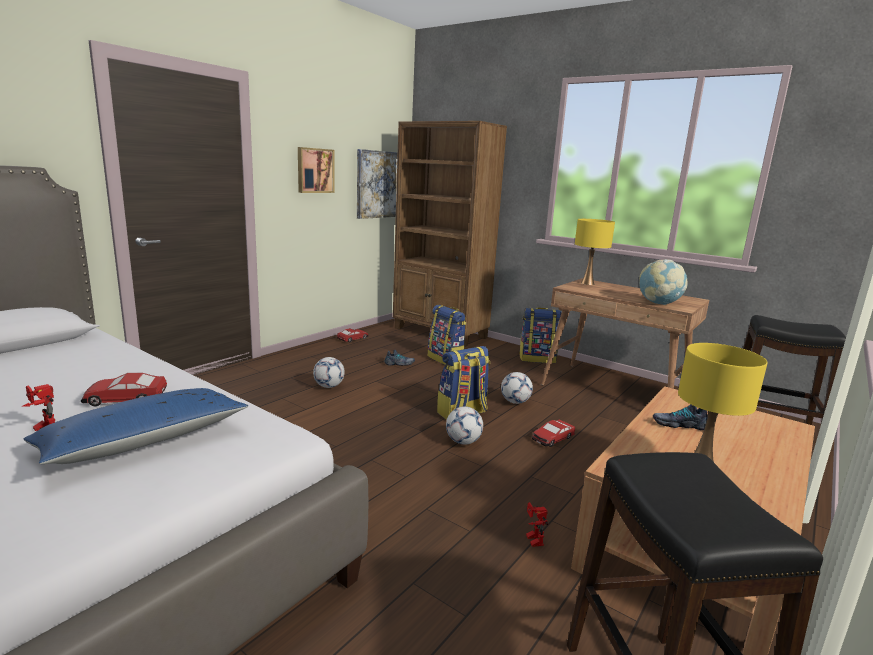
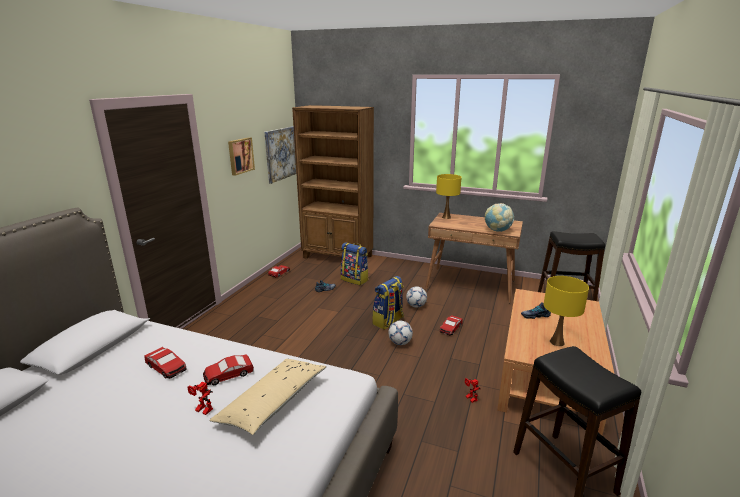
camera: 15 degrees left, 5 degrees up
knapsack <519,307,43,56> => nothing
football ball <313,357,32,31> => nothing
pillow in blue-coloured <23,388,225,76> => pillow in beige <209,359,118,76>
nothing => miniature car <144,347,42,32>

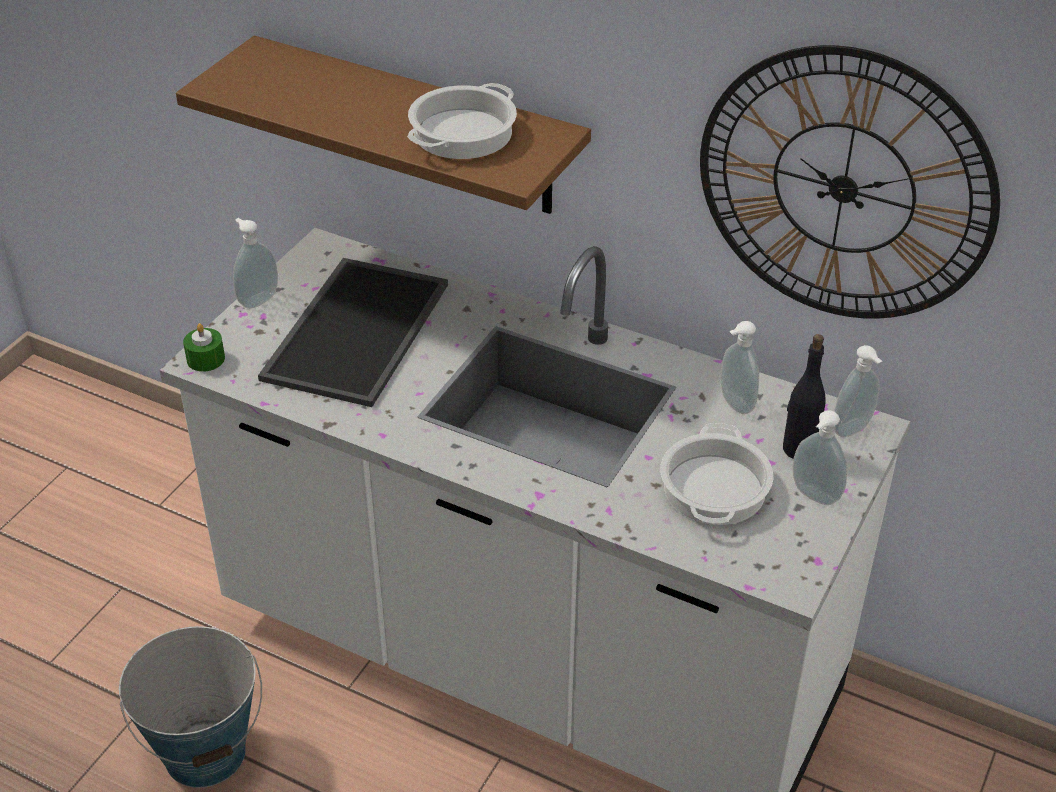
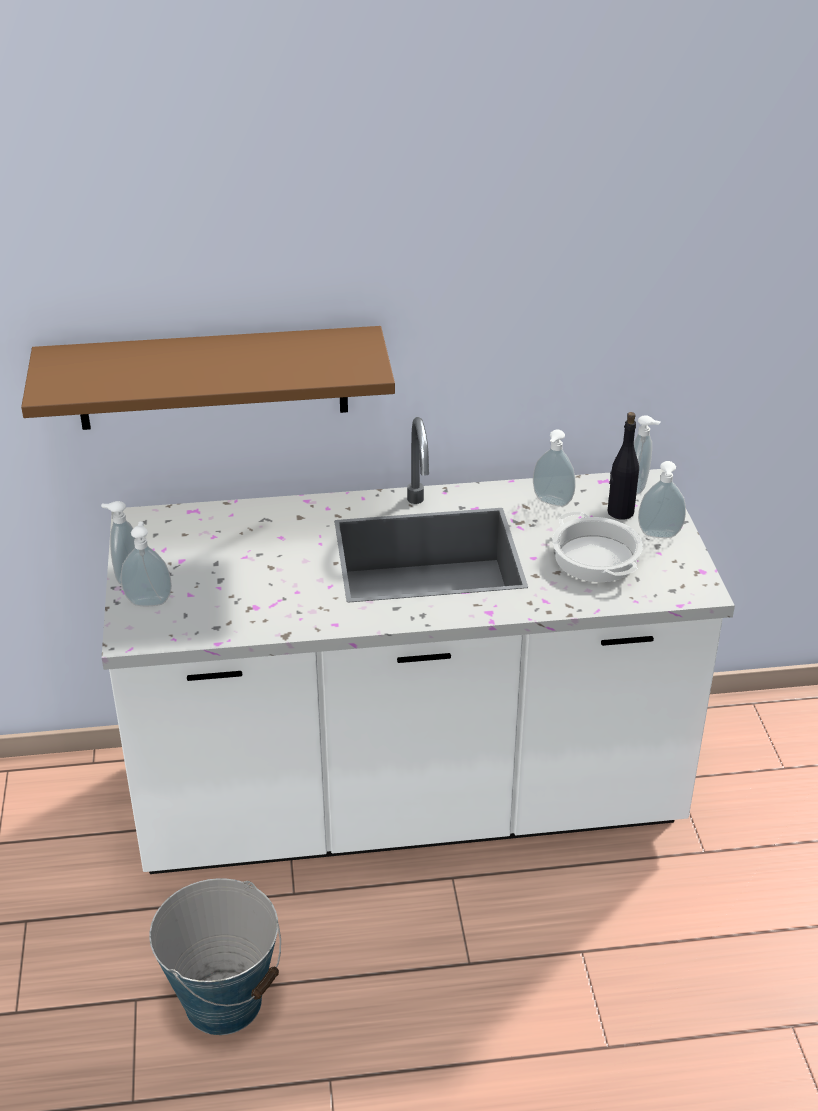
camera: 35 degrees left, 5 degrees down
hanging clock <700,45,300,274> => nothing
cooking pot <407,83,110,76> => nothing
carrying tray <258,258,190,149> => nothing
candle in green-coloured <183,323,42,49> => nothing
nothing => liquid soap bottle <121,521,51,85>

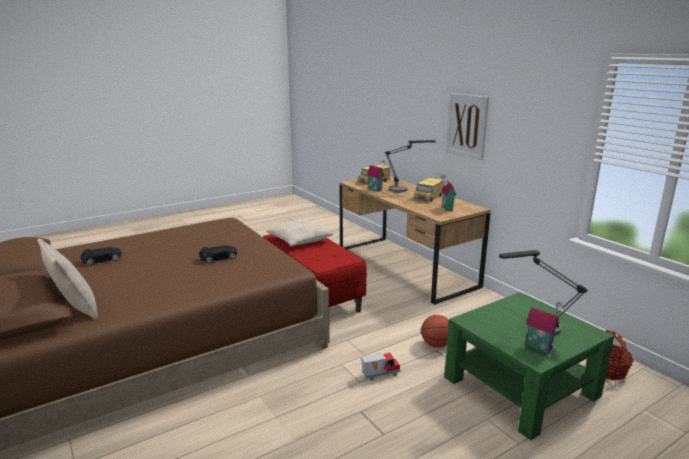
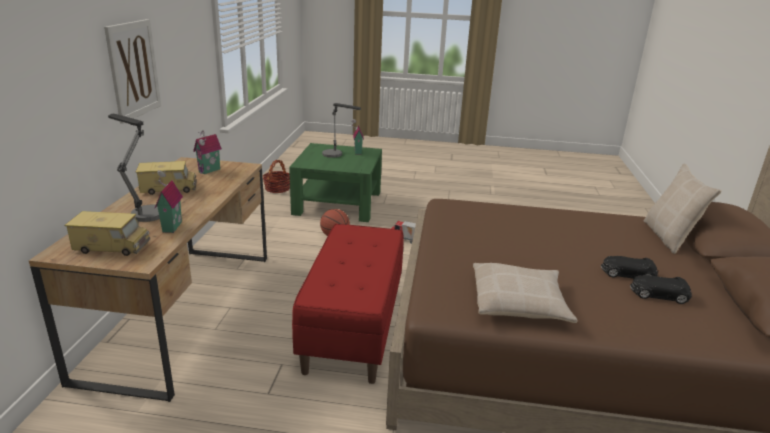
camera: 140 degrees left, 5 degrees up
pillow in beige <267,220,66,26> => pillow in beige <473,263,104,60>, shifted
miniature car in black-coloured <199,245,39,18> => miniature car in black-coloured <601,256,57,23>, shifted

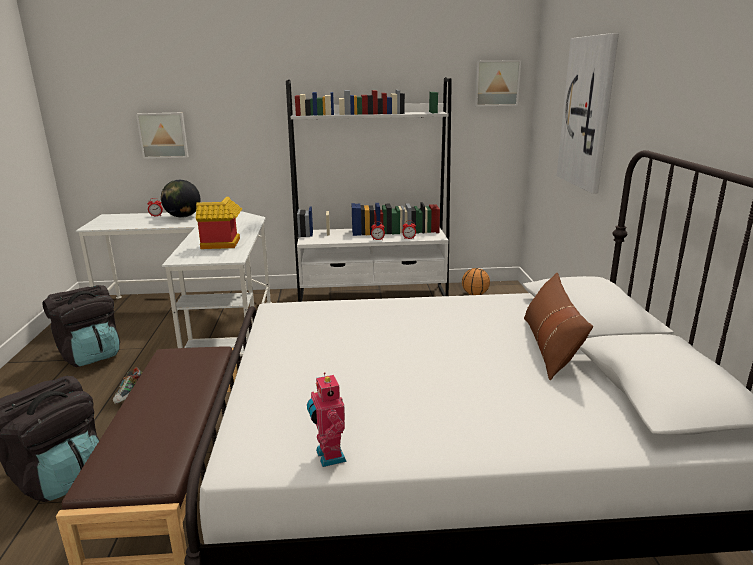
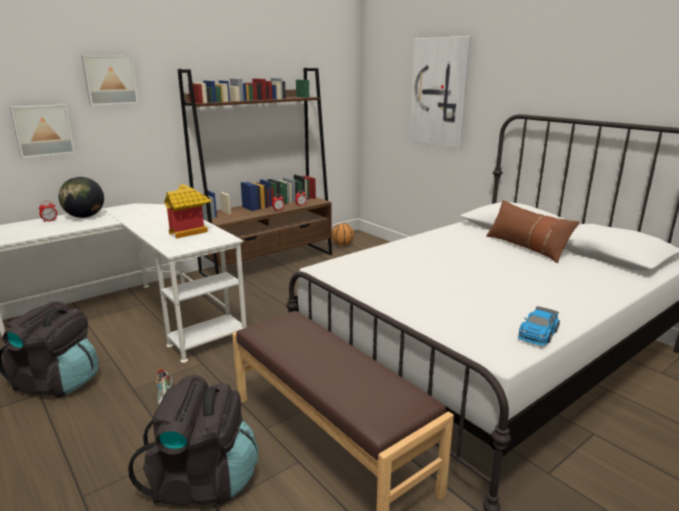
camera: 35 degrees left, 0 degrees up
wall art <474,60,47,46> => wall art <81,55,58,51>, shifted
bookcase in white-coloured <286,78,166,224> => bookcase in brown-coloured <178,68,154,209>
toy robot <307,372,40,95> => miniature car <518,306,42,40>

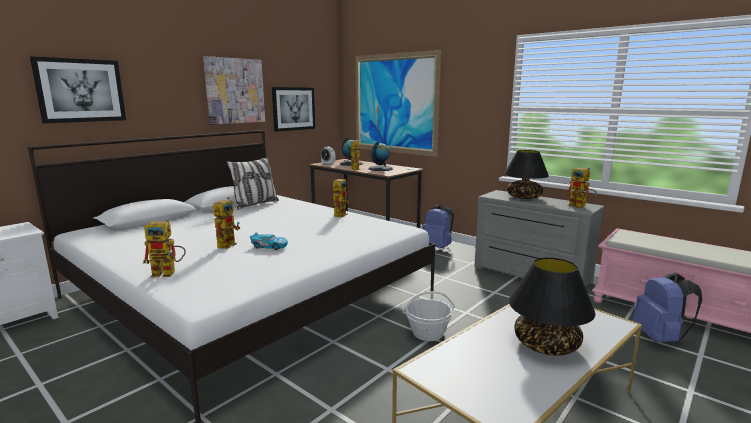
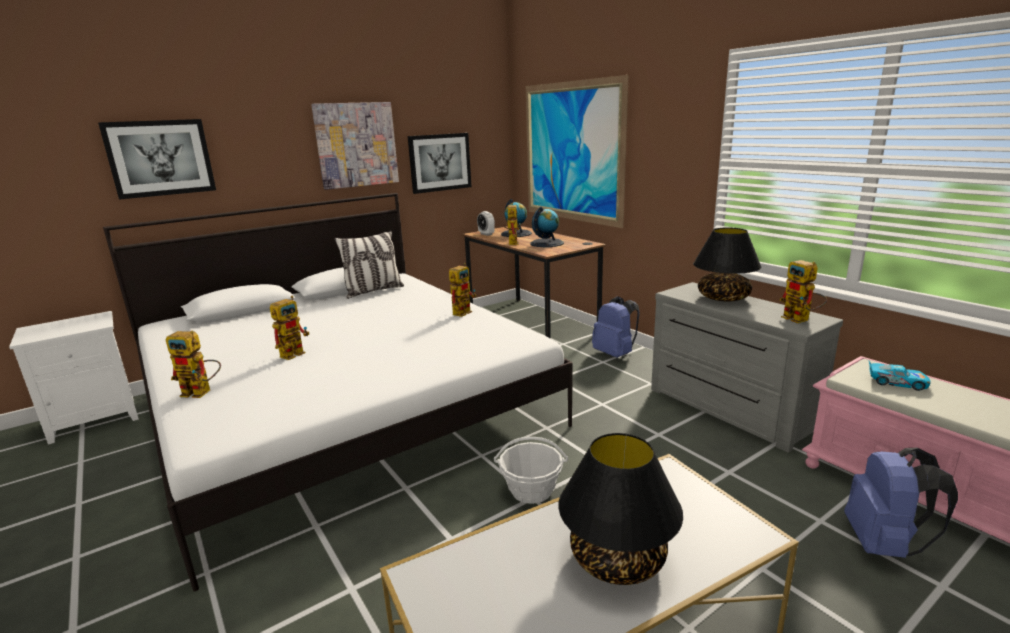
camera: 15 degrees right, 5 degrees up
miniature car <250,233,38,17> => miniature car <868,360,63,31>, shifted

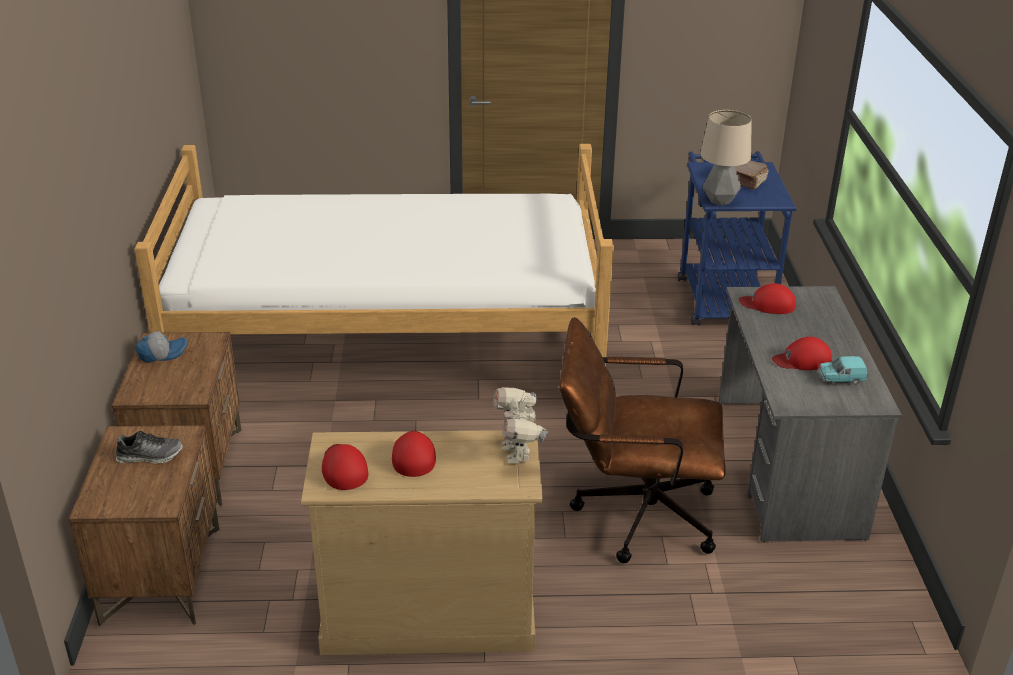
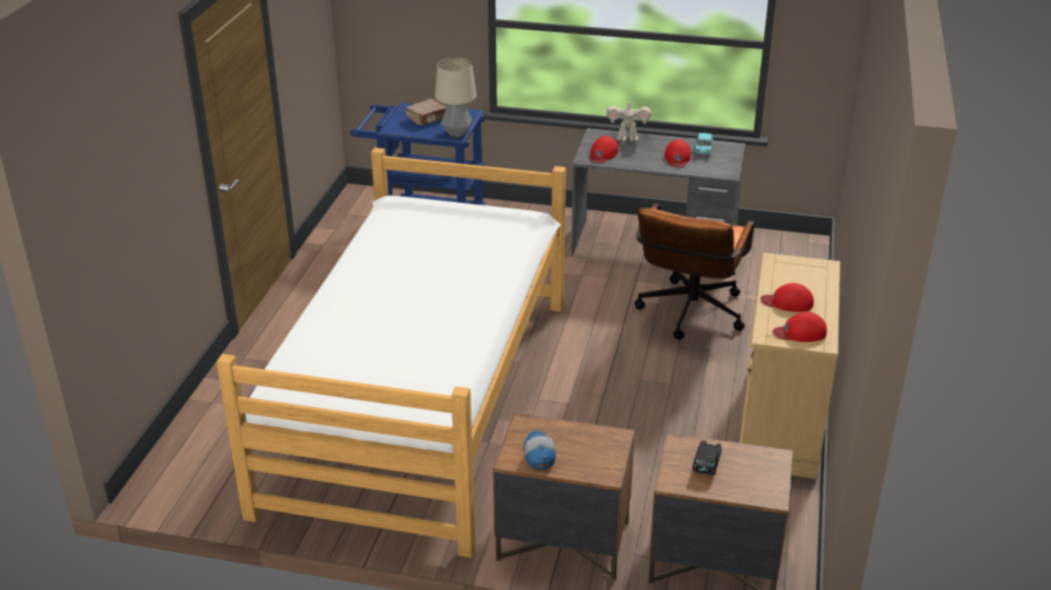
camera: 75 degrees left, 0 degrees up
toy robot <493,387,56,77> => toy robot <606,102,45,39>, shifted
shoe <116,431,67,33> => miniature car in black-coloured <692,440,30,35>

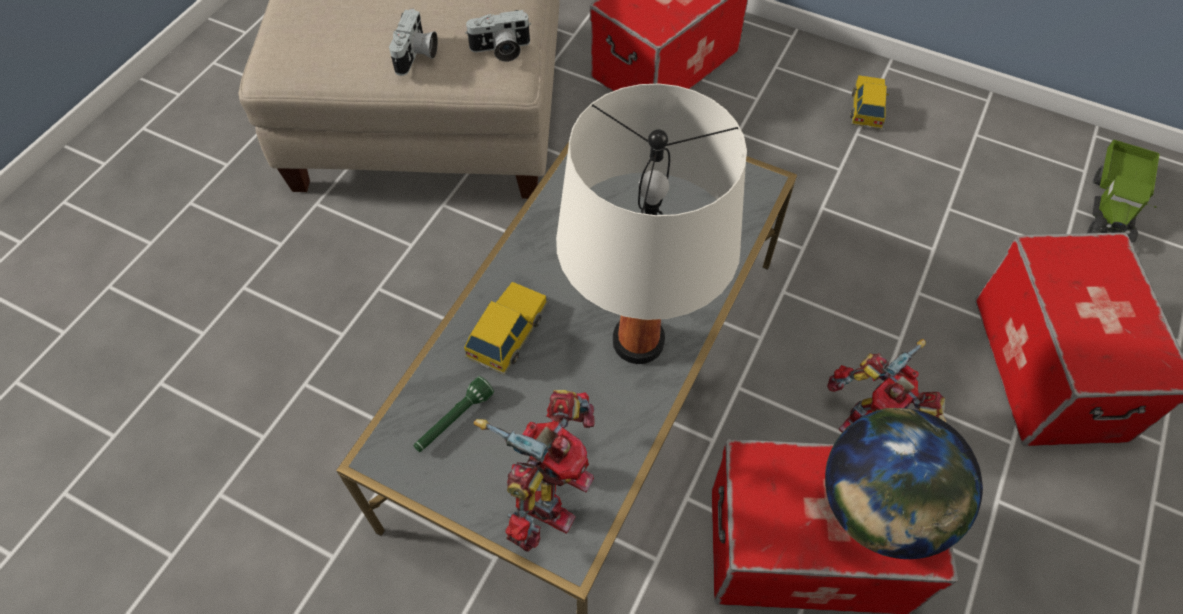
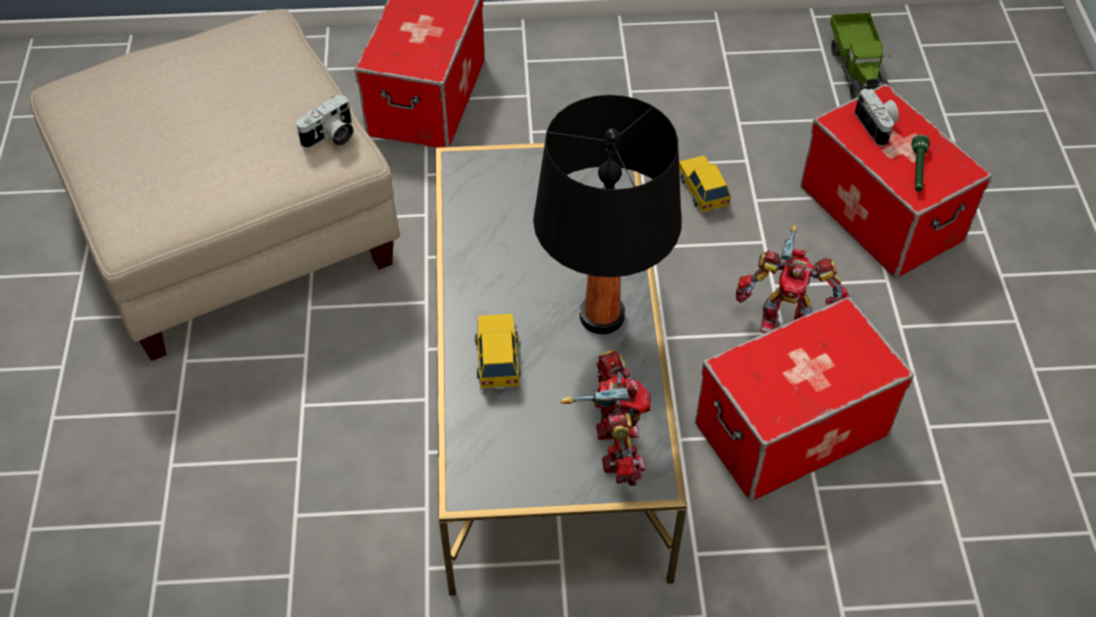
camera: 30 degrees left, 5 degrees down
photo camera <389,9,49,67> => photo camera <855,89,44,58>, shifted
miniature car <850,75,39,54> => miniature car <679,155,52,58>, shifted
lamp for a table in white-coloured <556,84,191,280> => lamp for a table in black-coloured <533,95,149,239>
hand torch in green-coloured <414,376,80,76> => hand torch in green-coloured <912,135,18,57>, shifted
globe <825,408,158,151> => nothing

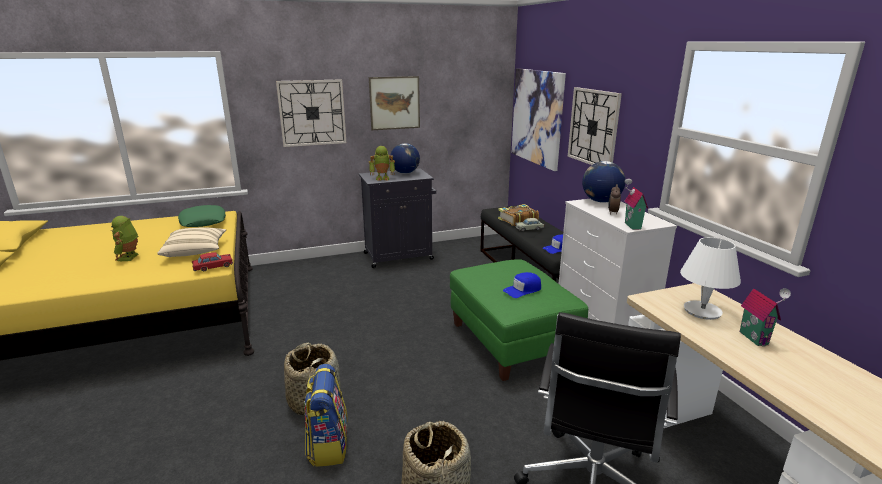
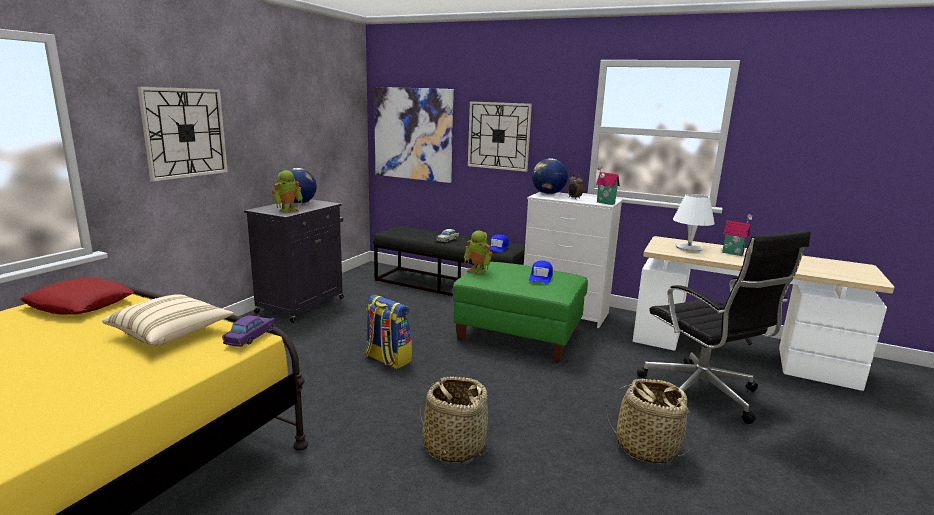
camera: 45 degrees left, 5 degrees down
wall art <369,76,51,54> => nothing
book <498,204,41,22> => nothing
pillow in green-coloured <178,205,48,22> => pillow in reddish <19,278,115,37>
toy robot <111,216,28,45> => toy robot <464,231,29,43>, shifted
miniature car in reddish <192,252,41,19> => miniature car in purple <222,315,53,32>
knapsack <304,364,44,103> => knapsack <366,295,46,74>, shifted

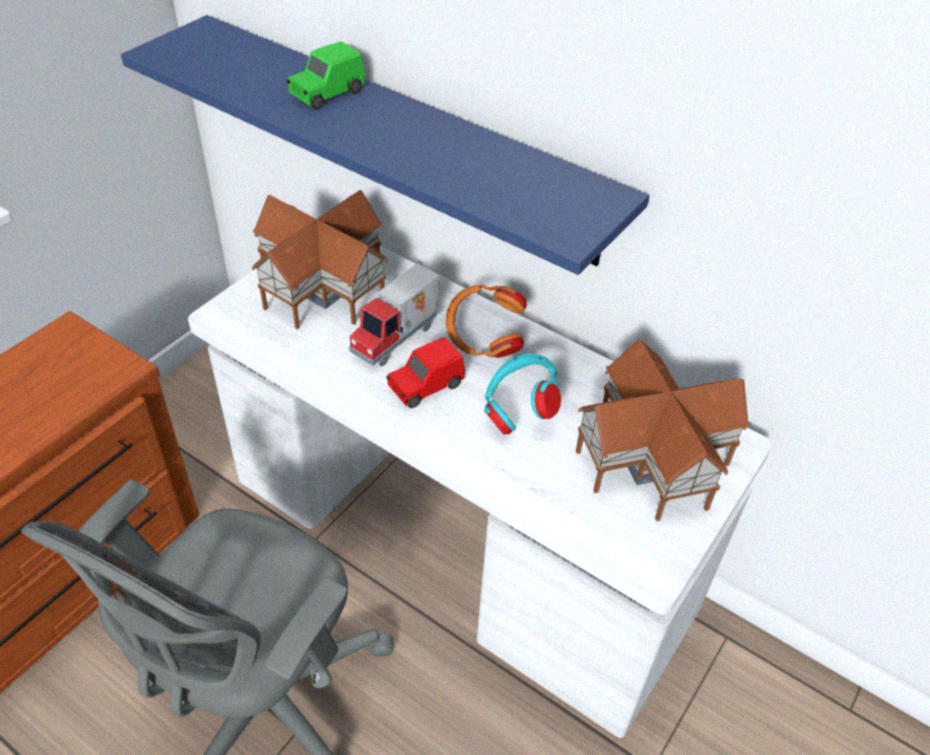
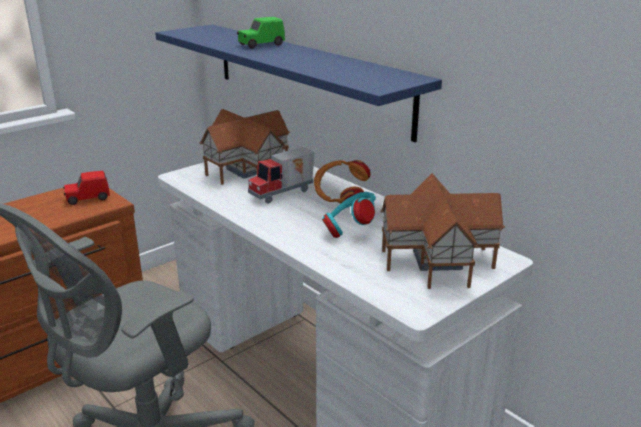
camera: 15 degrees right, 20 degrees down
miniature car in reddish <386,337,79,71> => miniature car in reddish <63,171,47,34>, shifted

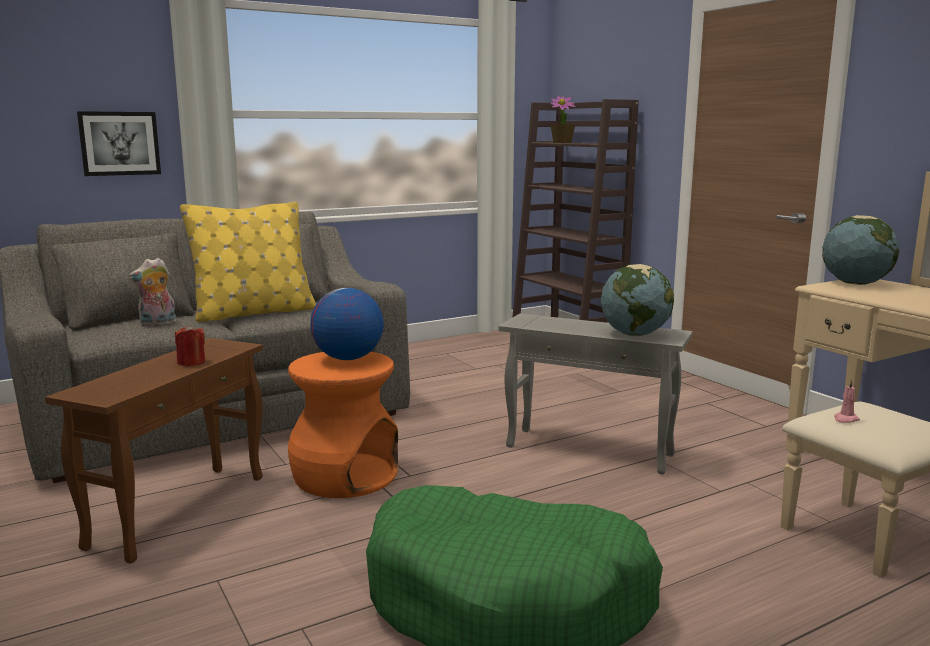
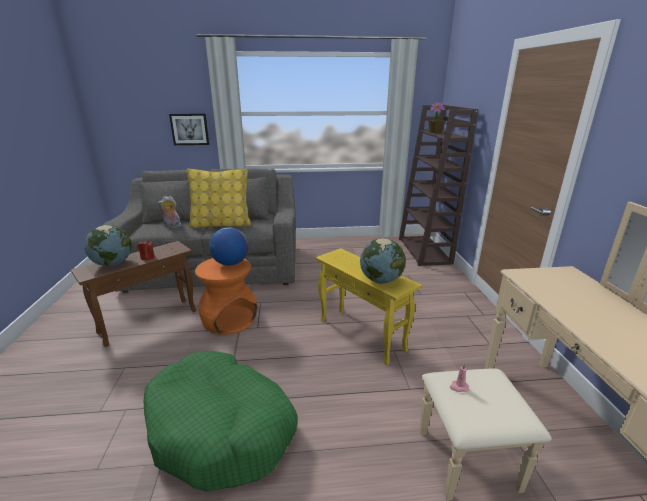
camera: 25 degrees right, 10 degrees up
globe <822,215,78,70> => globe <84,225,48,42>, shifted
side table in greyish <499,314,194,161> => side table in yellow-coloured <316,248,106,117>

